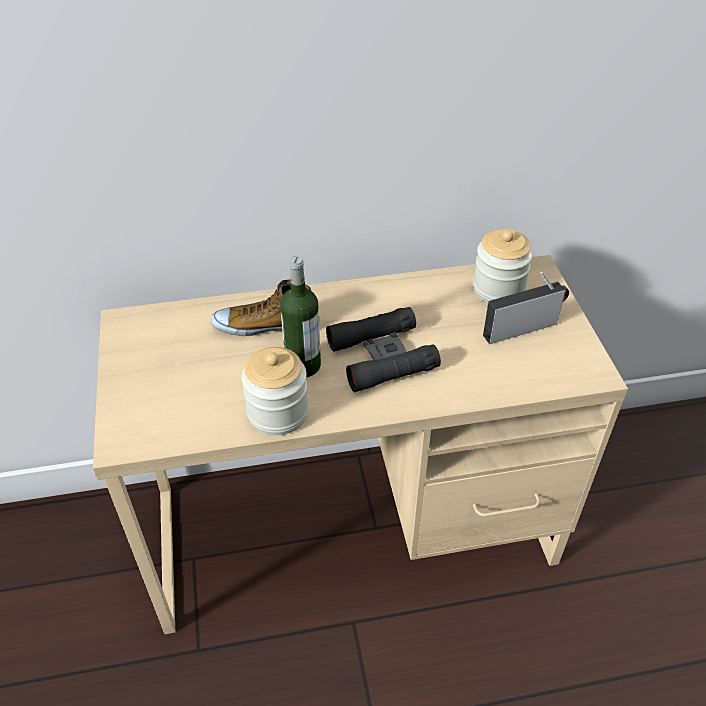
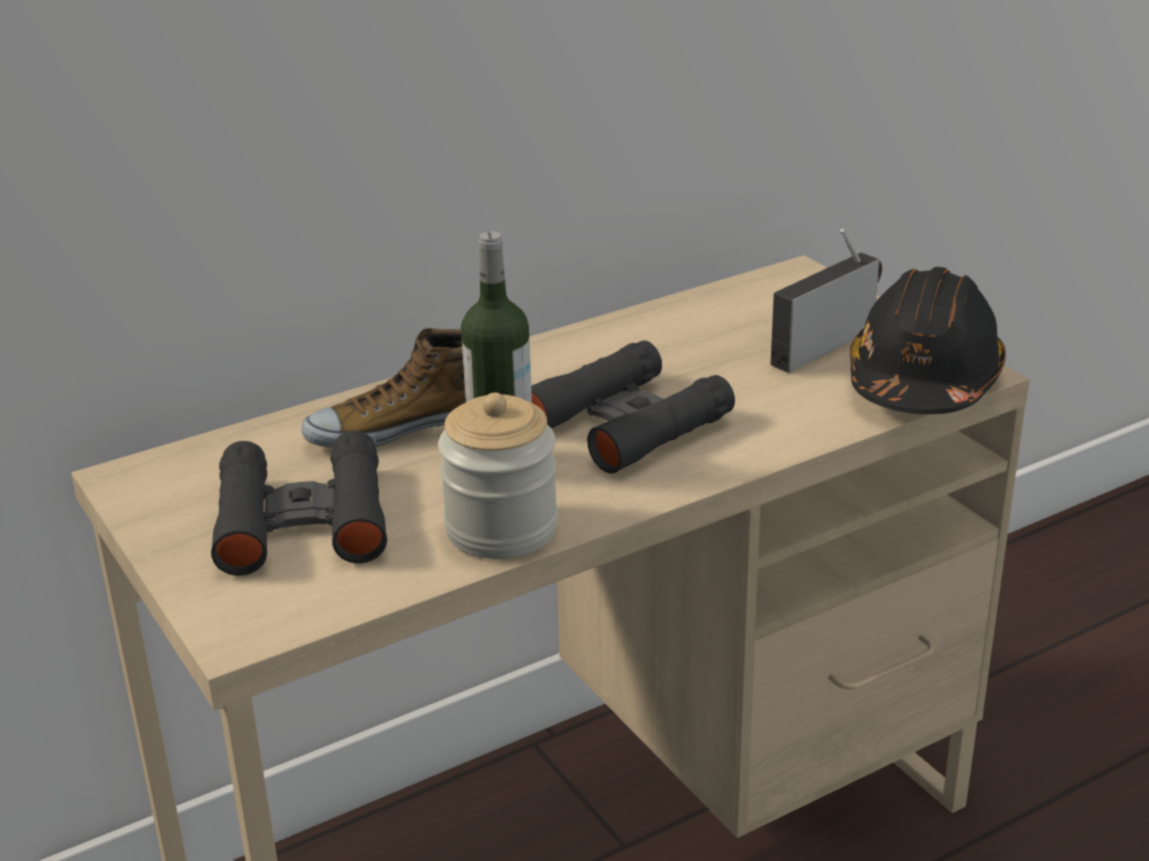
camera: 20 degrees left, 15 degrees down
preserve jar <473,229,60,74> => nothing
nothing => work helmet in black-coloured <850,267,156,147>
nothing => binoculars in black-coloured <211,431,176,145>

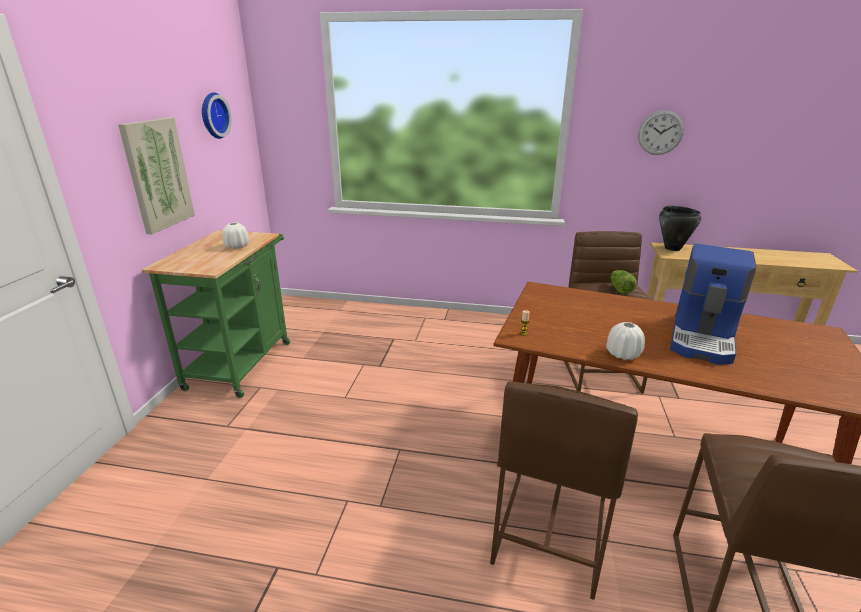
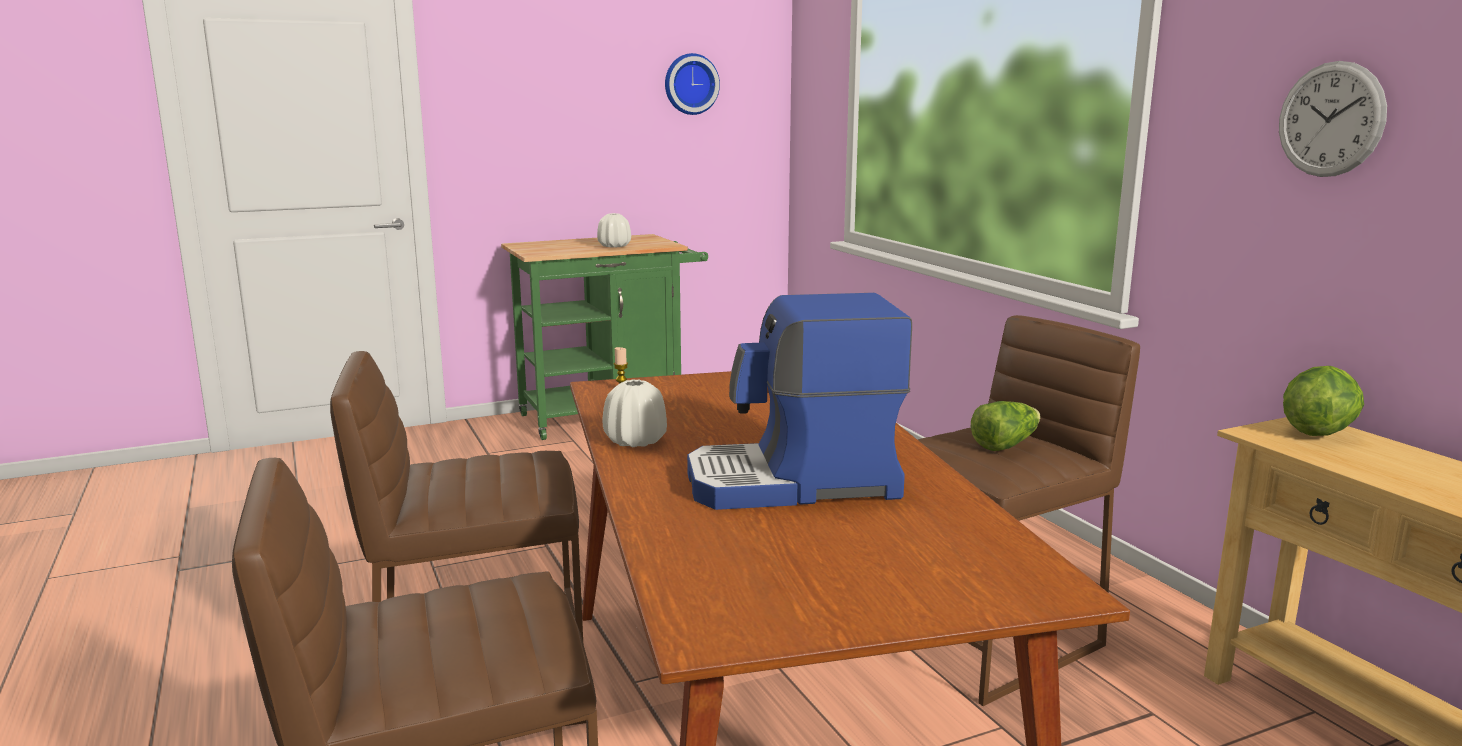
camera: 55 degrees right, 10 degrees down
wall art <118,117,77,117> => nothing
cooking pot in black-coloured <659,206,42,45> => lettuce head <1283,366,81,70>

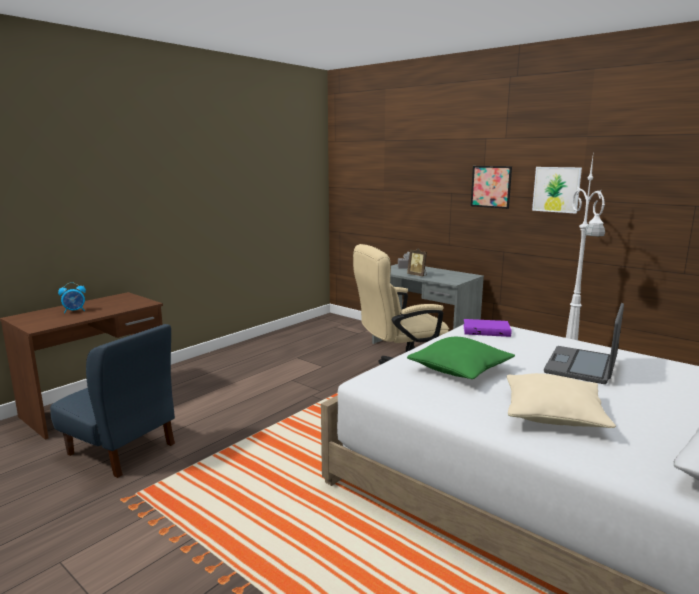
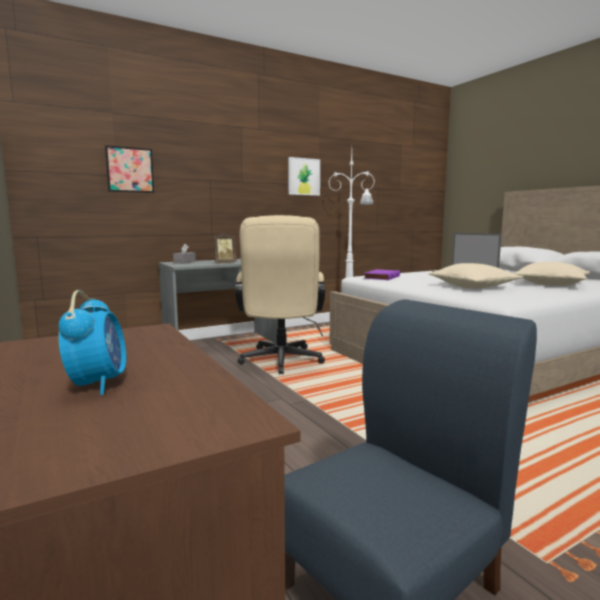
camera: 70 degrees left, 5 degrees down
wall art <471,166,41,43> => wall art <105,145,49,48>, shifted
pillow in green-coloured <407,337,108,42> => pillow in beige <429,263,94,26>

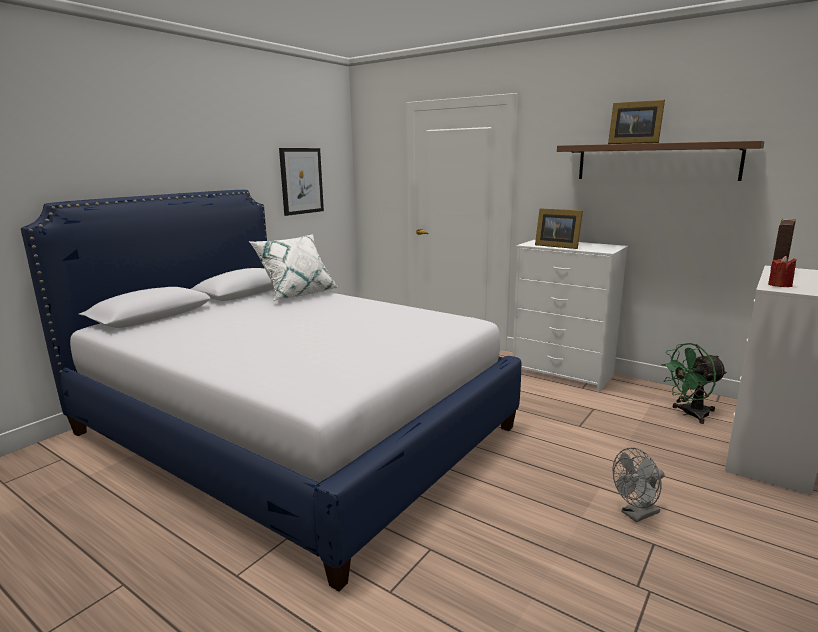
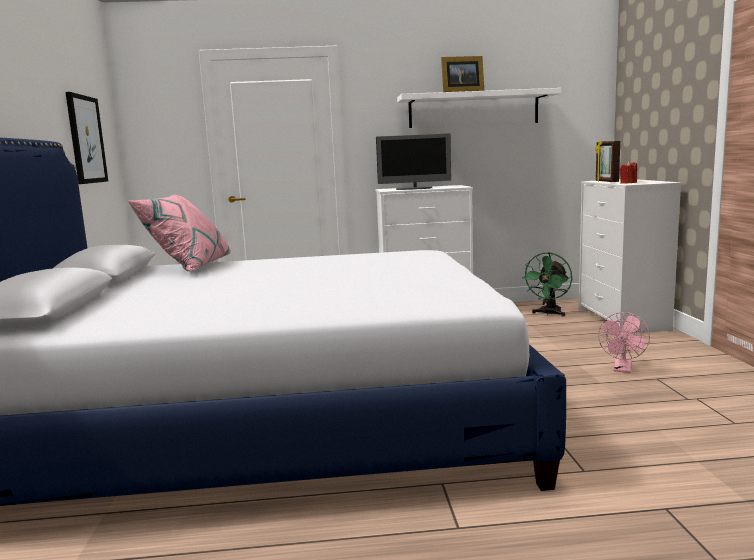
camera: 40 degrees left, 5 degrees down
shelf in brown-coloured <557,141,207,40> => shelf in white-coloured <397,88,164,40>
standing frame <535,208,48,41> => computer screen <376,133,75,57>
pillow in white-coloured <249,234,90,67> => pillow in pink-coloured <127,194,104,77>
electric fan in greyish <612,448,52,74> => electric fan in pink-coloured <598,312,52,61>

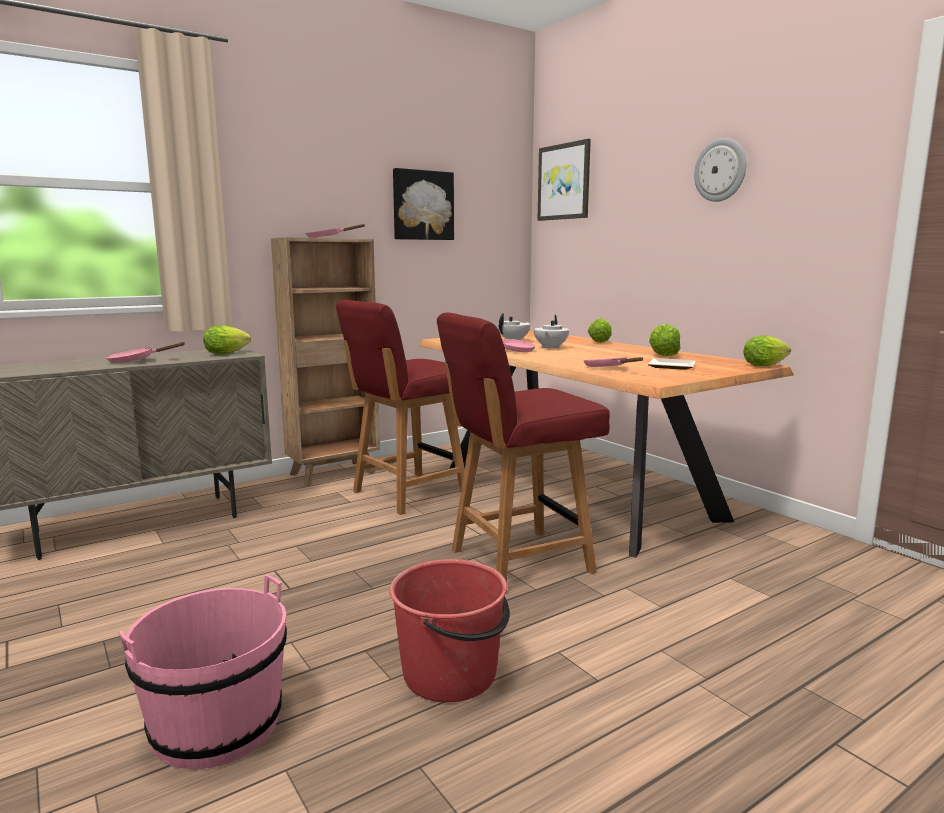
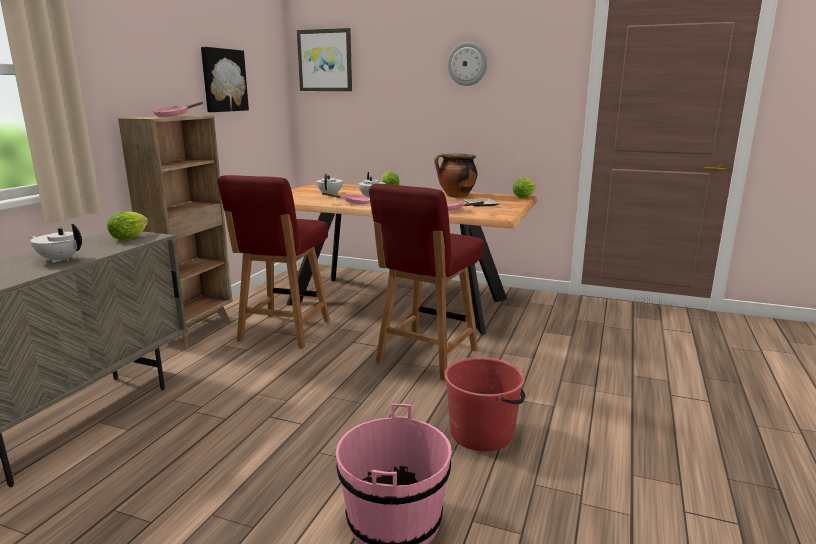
camera: 35 degrees left, 5 degrees up
lettuce head <649,324,32,32> => cooking pot <434,154,43,44>
skillet in pink-coloured <106,342,80,21> => teapot in white-coloured <29,224,53,39>

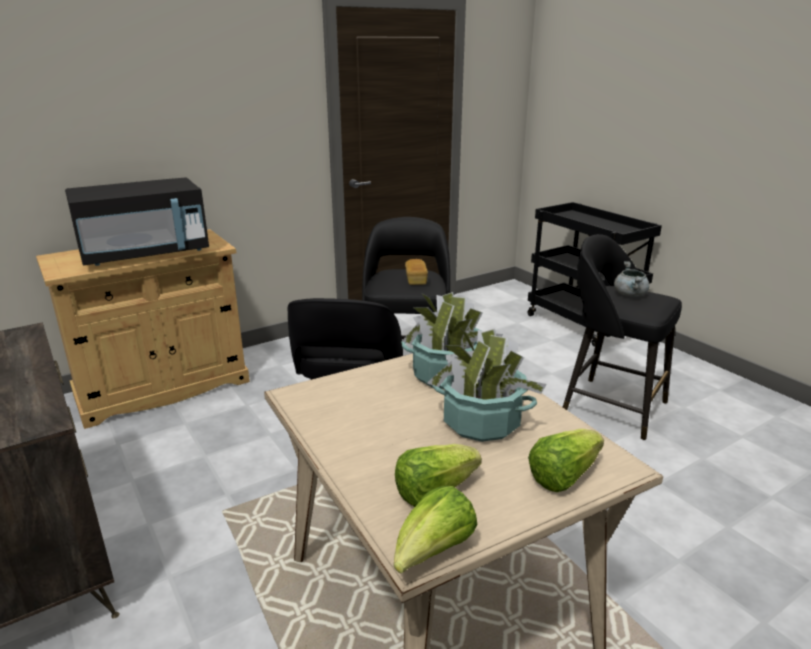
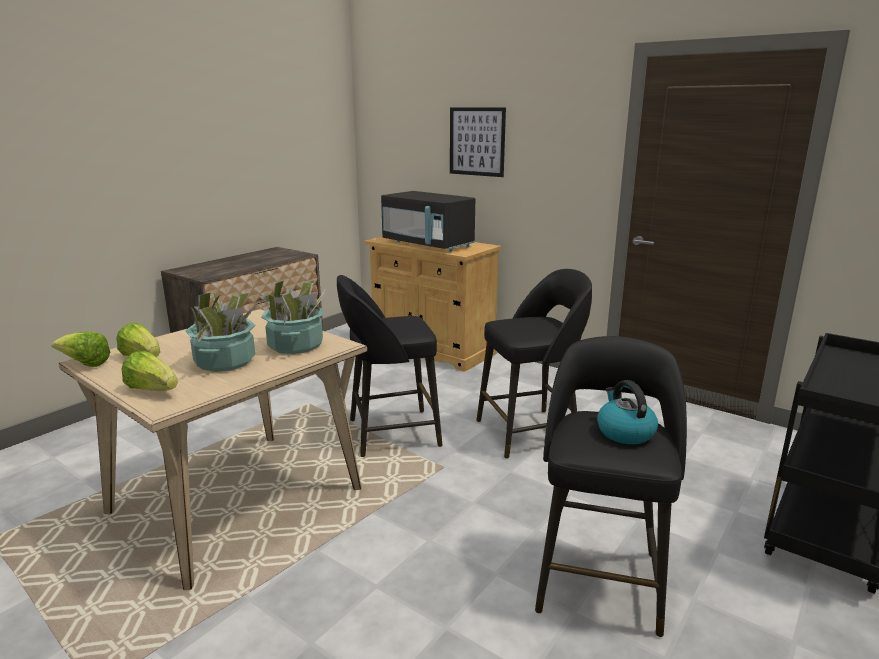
camera: 70 degrees right, 5 degrees down
bread <405,259,23,26> => nothing
cooking pot in greyish <614,261,35,36> => water kettle <597,380,61,64>
nothing => wall art <450,107,56,70>

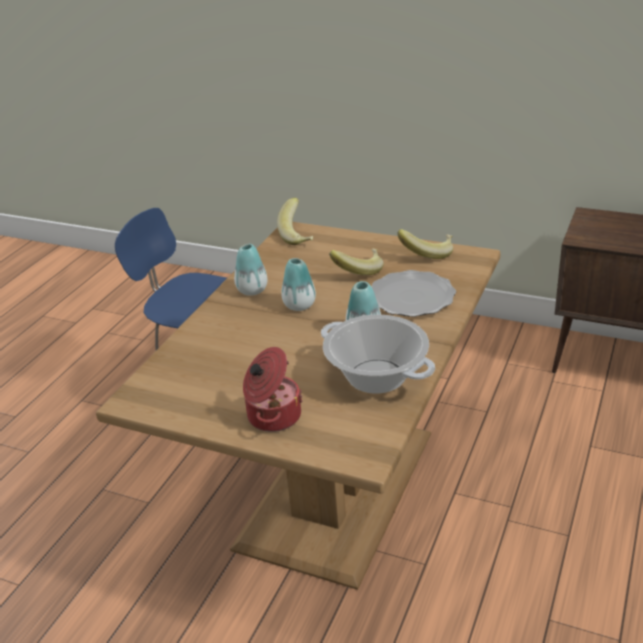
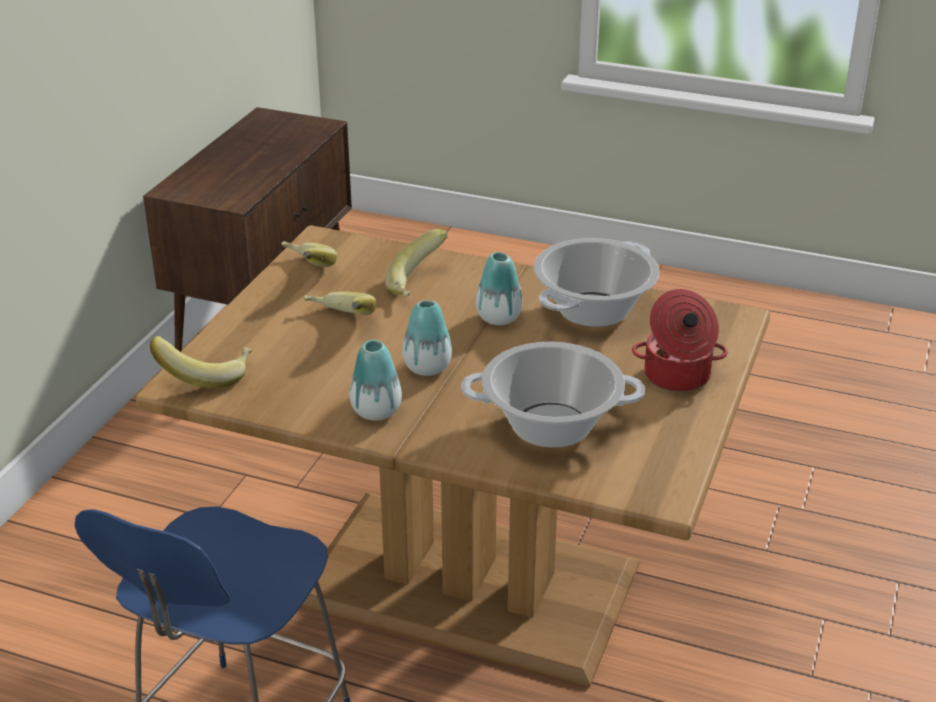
camera: 95 degrees left, 0 degrees up
dinner plate <372,270,84,47> => banana <385,229,63,68>
nothing => cooking pot <461,342,184,106>

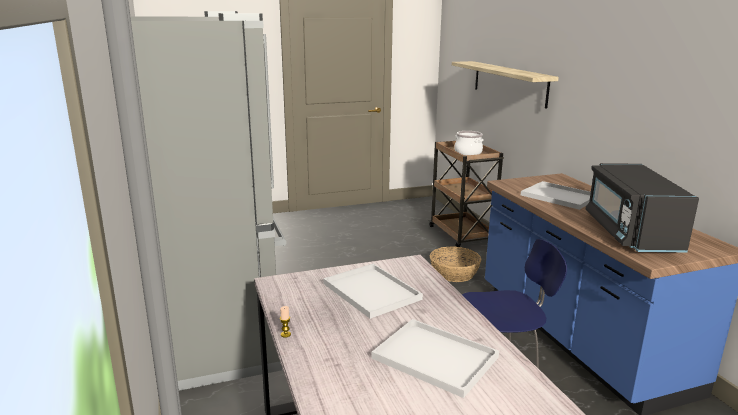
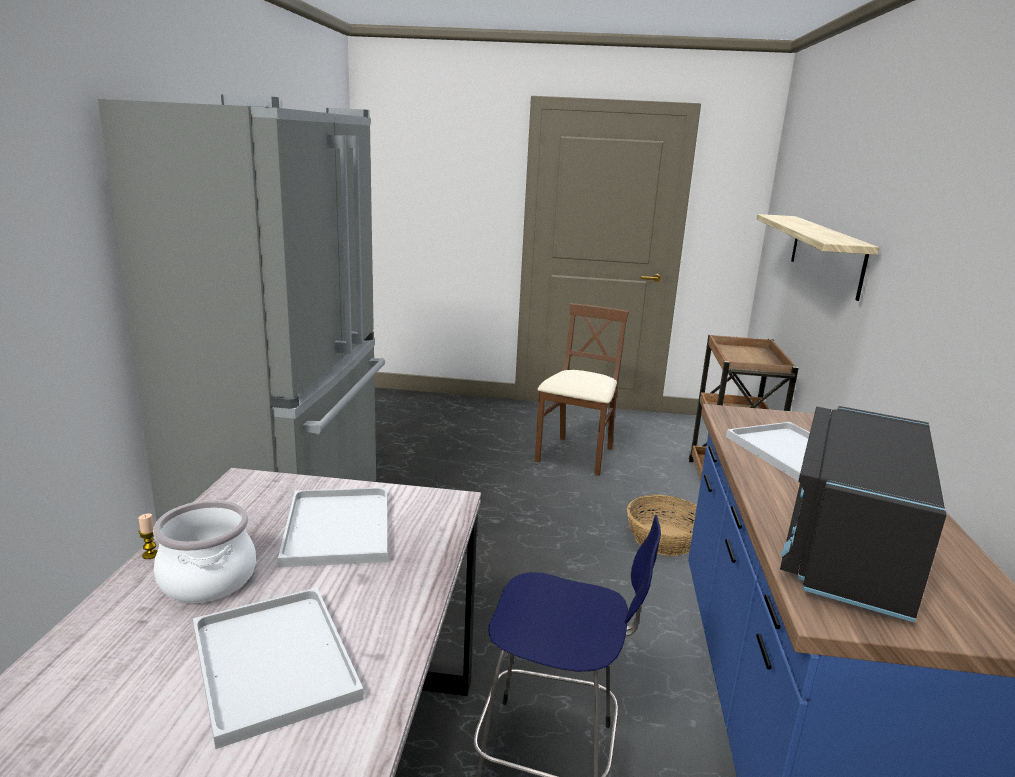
camera: 25 degrees right, 0 degrees up
cooking pot <454,131,29,24> => cooking pot <153,500,103,103>, shifted
nothing => upright chair in brown-coloured <535,303,94,173>

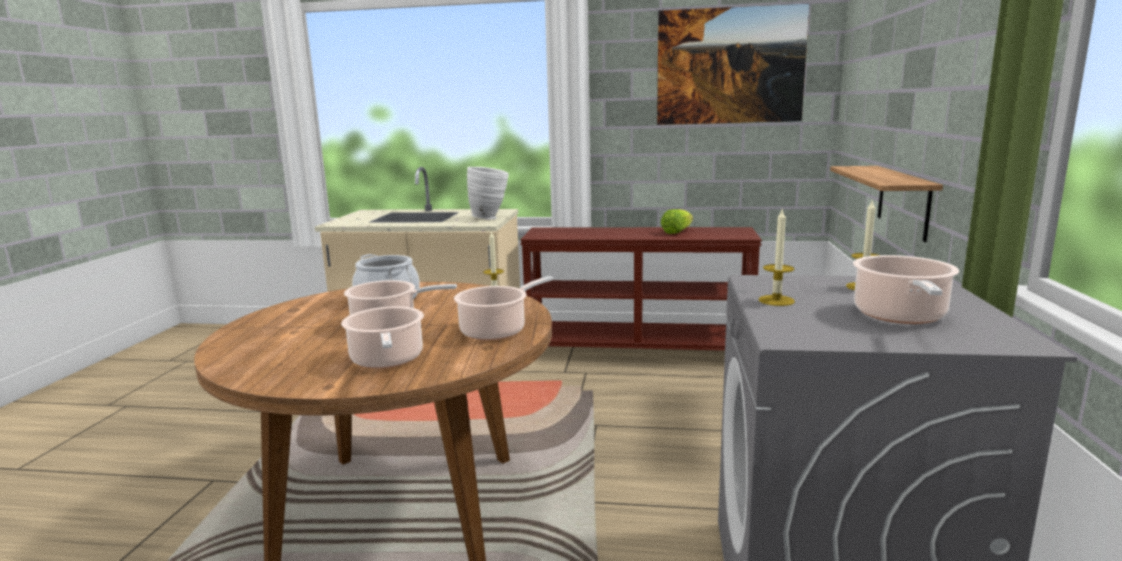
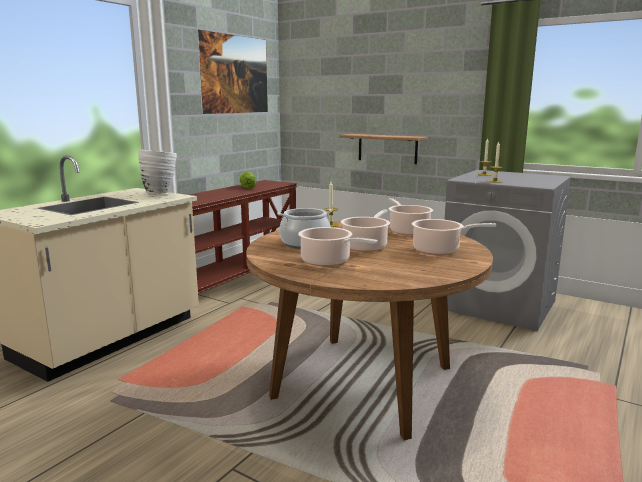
camera: 65 degrees left, 0 degrees up
cooking pot <853,255,106,69> => cooking pot <298,227,80,39>, shifted

